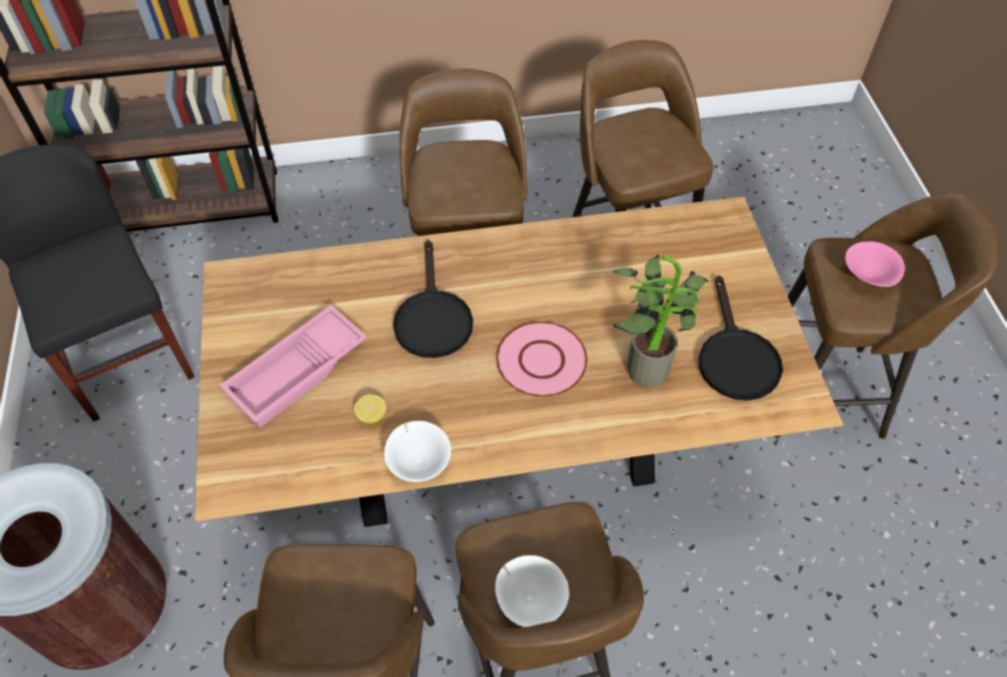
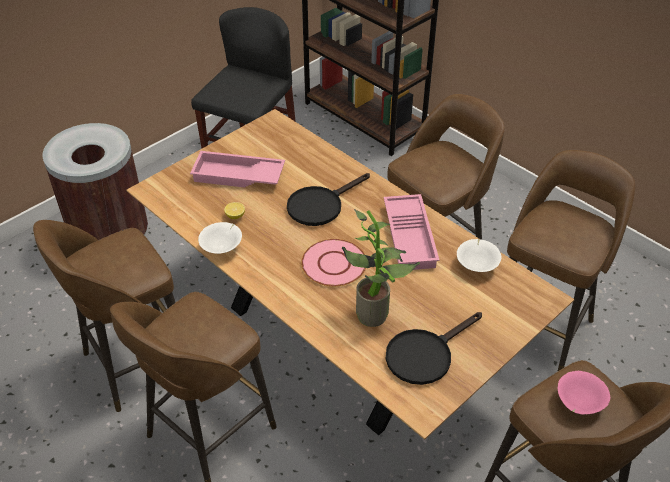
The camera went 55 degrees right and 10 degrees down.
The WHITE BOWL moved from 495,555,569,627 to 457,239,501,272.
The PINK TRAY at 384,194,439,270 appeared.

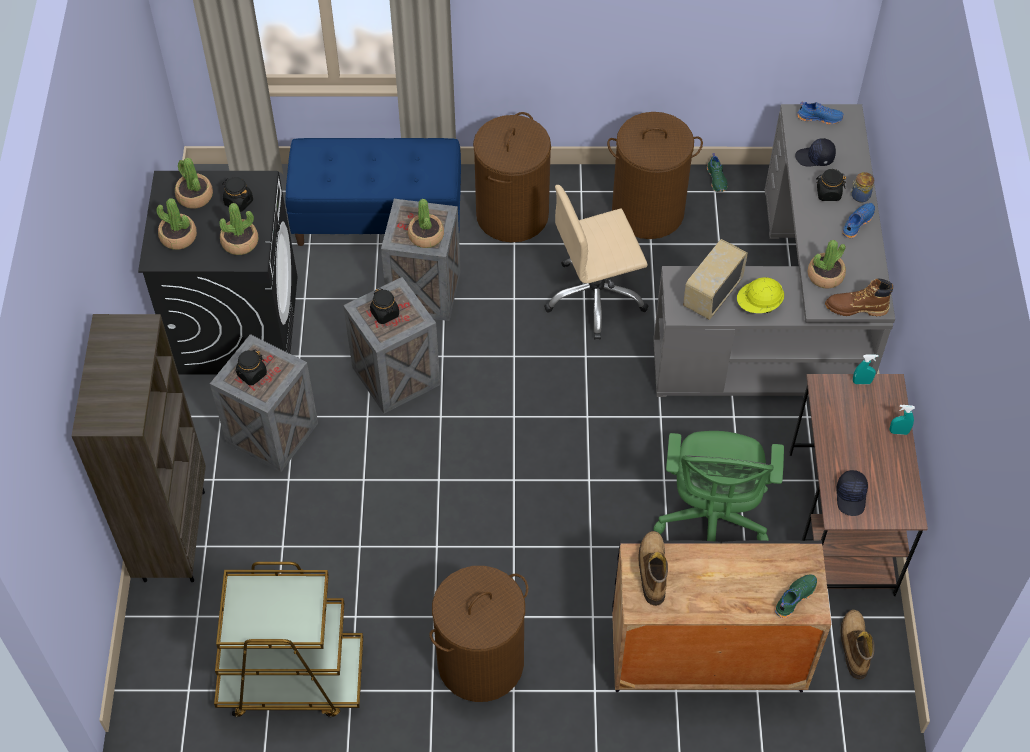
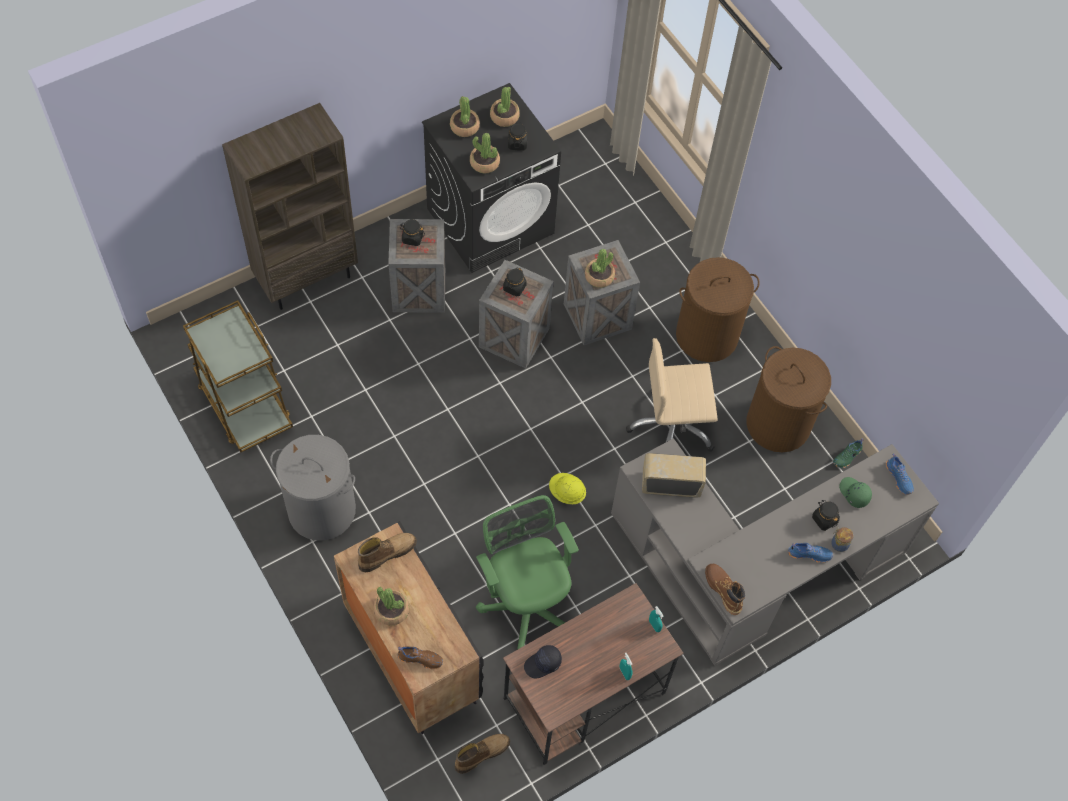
The camera went 55 degrees right and 5 degrees up.
The BLUE BENCH at 286,138,461,246 disappeared.
The BROWN LAUNDRY BASKET at 429,566,528,702 became the GREY LAUNDRY BASKET at 270,435,356,541.
The BEIGE OFFICE CHAIR at 544,185,648,340 turned 45 degrees counterclockwise.
The GREEN OFFICE CHAIR at 653,431,784,541 turned 90 degrees clockwise.
The YELLOW HARD HAT moved from 737,277,784,313 to 549,473,586,505.
The GREEN SHOE at 775,574,817,618 became the BROWN SHOE at 398,647,443,669.
The BLACK CAP at 795,138,836,166 became the GREEN CAP at 839,477,872,508.
The POTTED PLANT moved from 808,240,846,289 to 374,587,409,625.

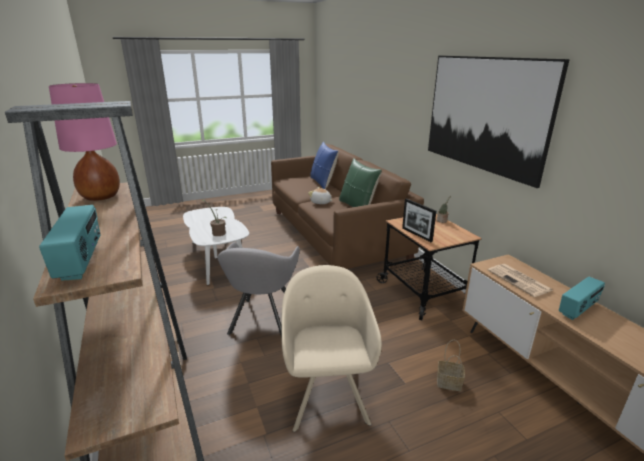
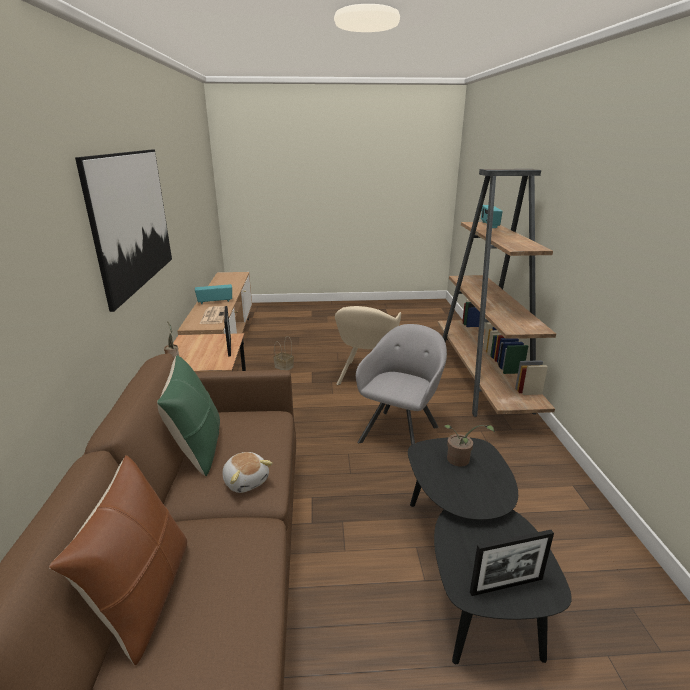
The camera went 160 degrees left and 0 degrees up.
The PINK TABLE LAMP at 49,83,120,201 disappeared.
The WHITE COFFEE TABLE at 183,207,249,285 became the BLACK COFFEE TABLE at 408,437,572,664.
The BLUE PILLOW at 310,142,339,189 became the BROWN PILLOW at 49,455,187,665.
The PICTURE FRAME at 470,530,554,596 appeared.

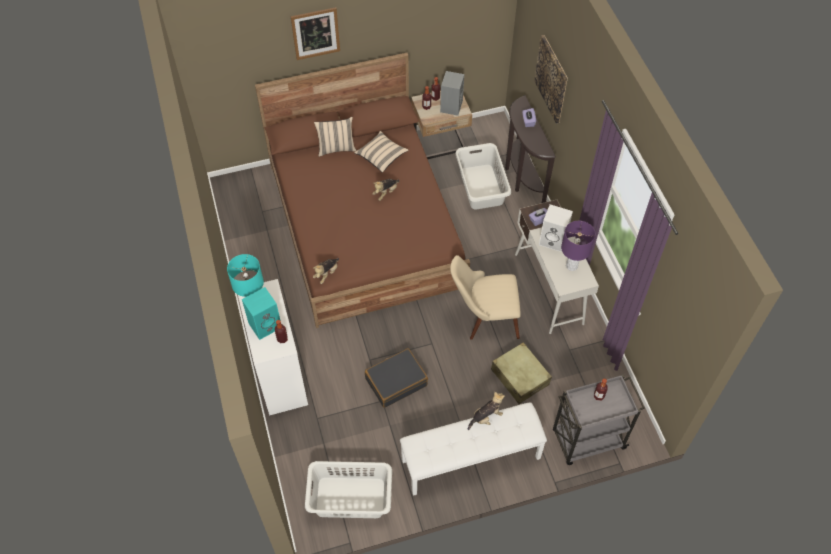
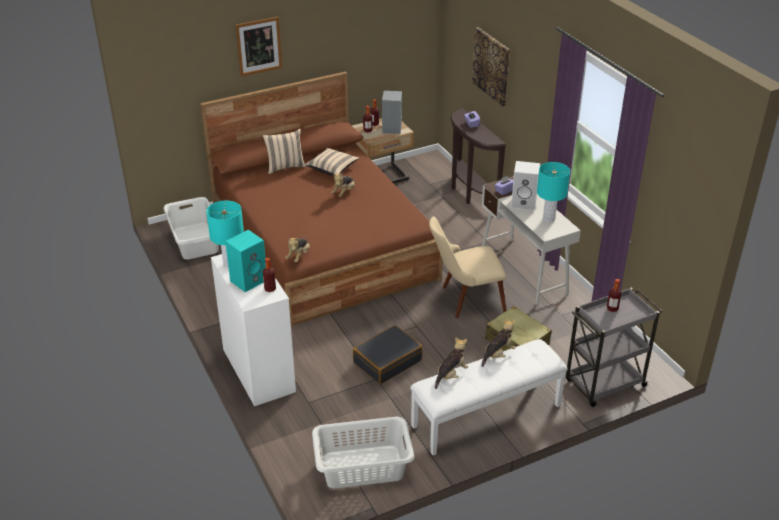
The camera went 10 degrees left and 20 degrees down.
The WHITE LAUNDRY BASKET moved from 455,143,511,209 to 164,197,219,260.
The PURPLE TABLE LAMP at 561,221,595,271 became the TURQUOISE TABLE LAMP at 537,162,570,223.
The PLUSH TOY at 435,337,468,389 appeared.

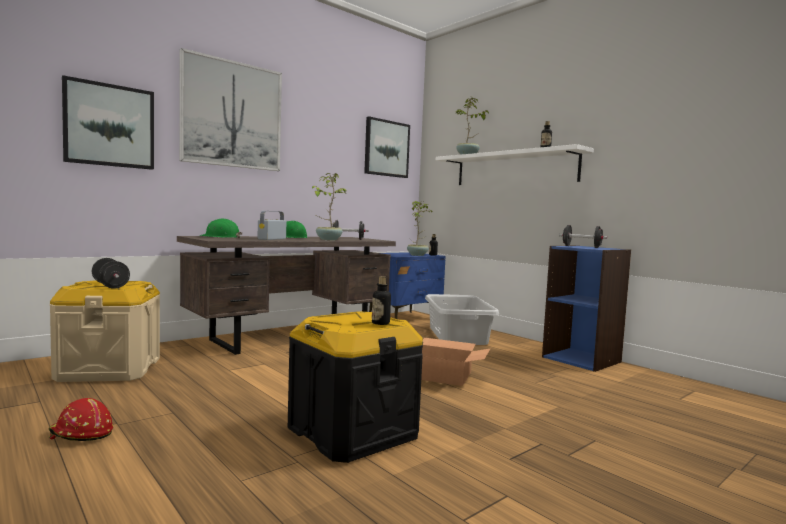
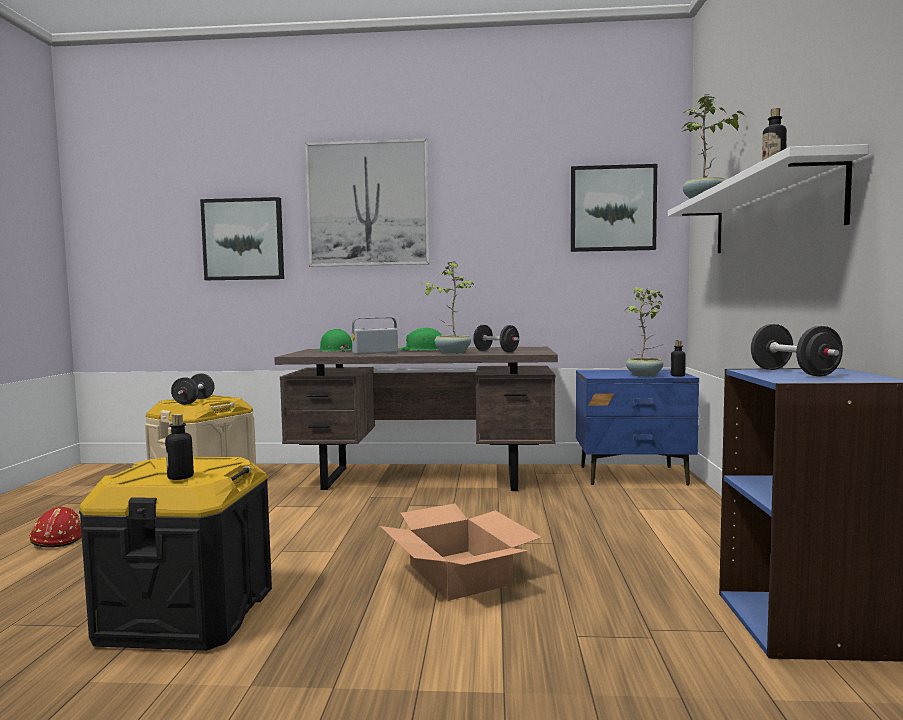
The camera went 45 degrees right and 0 degrees up.
The GREY LAUNDRY BASKET at 425,294,499,345 disappeared.

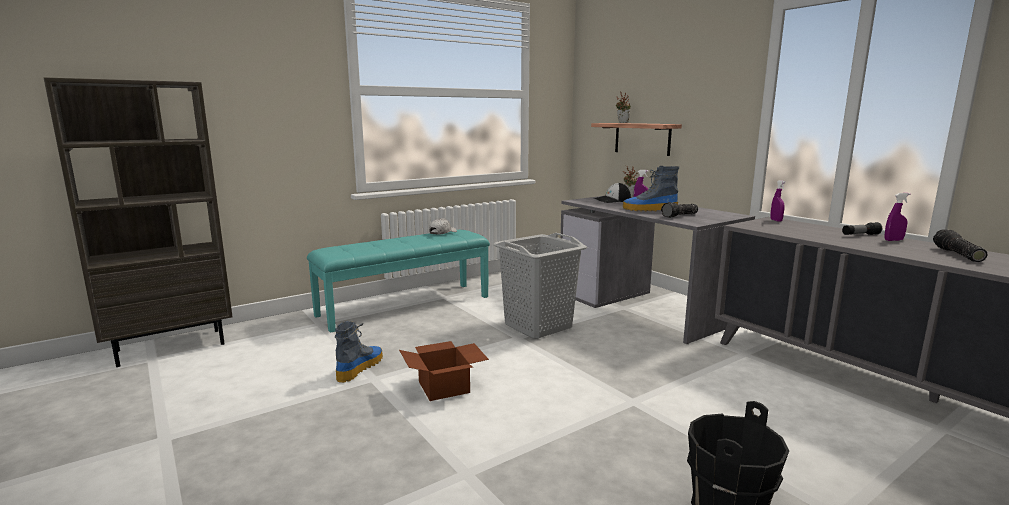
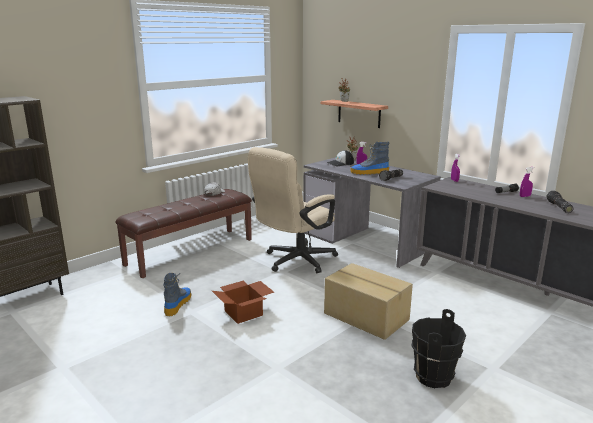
The camera went 10 degrees left and 5 degrees up.
The TURQUOISE BENCH at 307,230,490,333 became the BROWN BENCH at 116,189,252,278.
The GREY LAUNDRY BASKET at 493,233,587,339 was replaced by the BEIGE OFFICE CHAIR at 248,147,338,273.
The CARDBOARD BOX at 324,263,413,340 appeared.

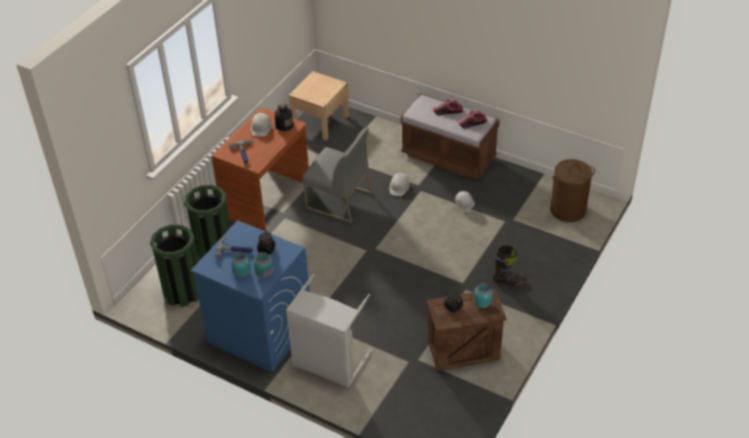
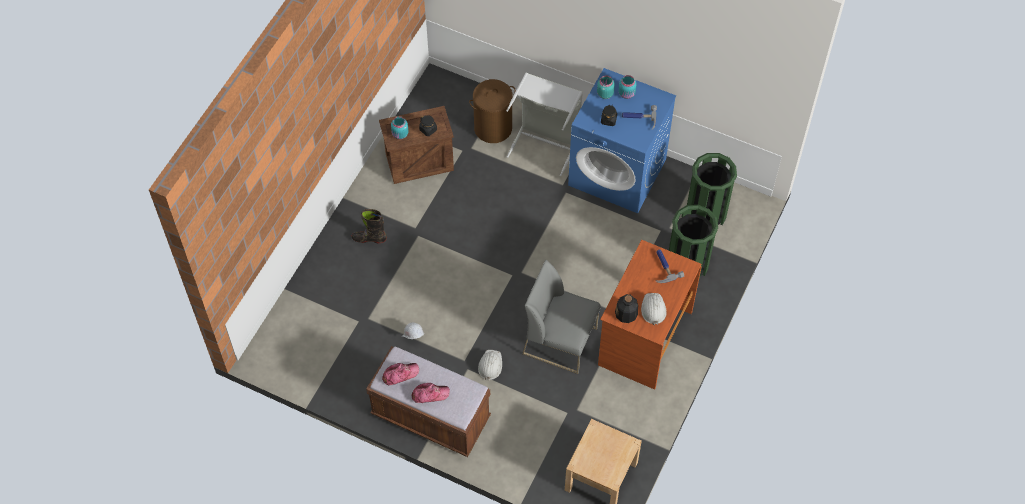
The camera went 175 degrees right and 15 degrees up.
The BROWN LAUNDRY BASKET moved from 550,159,595,222 to 469,79,516,143.

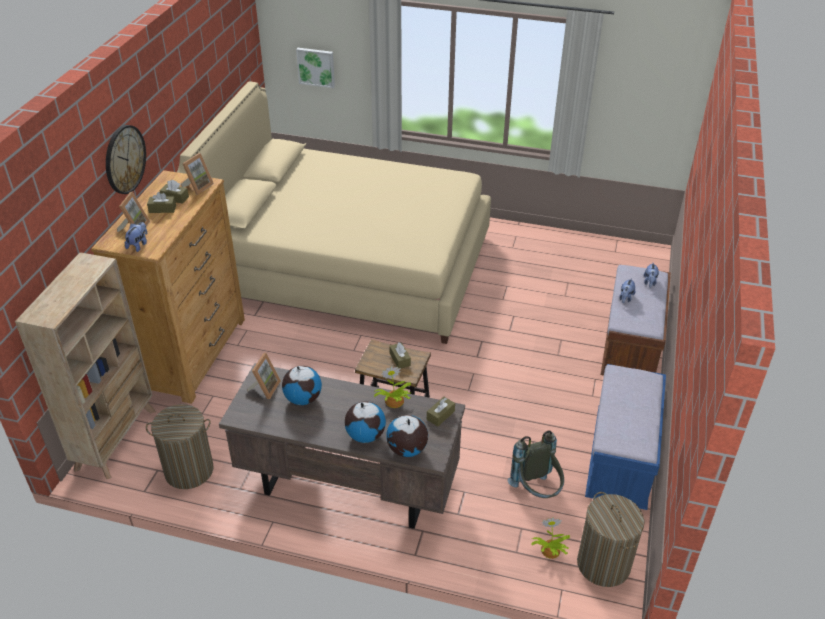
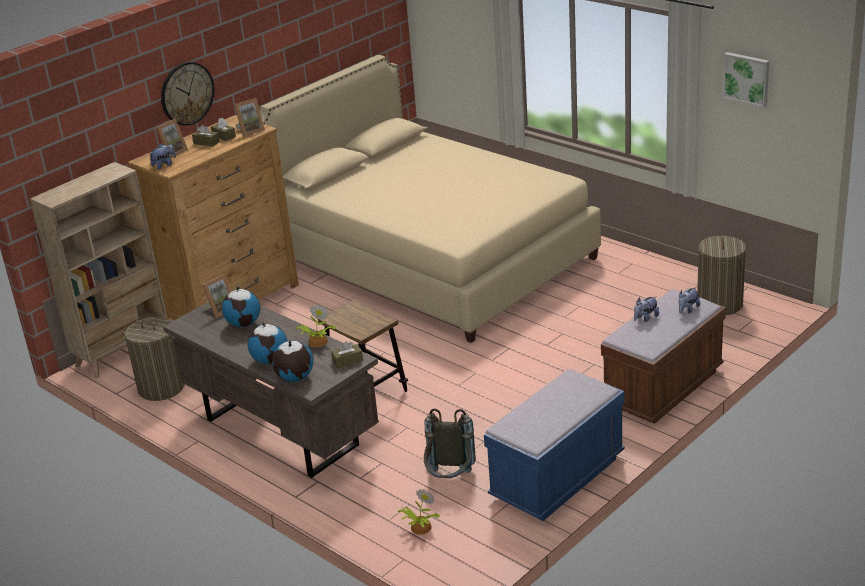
The camera went 30 degrees right and 10 degrees down.
The PICTURE moved from 296,48,335,88 to 723,52,769,107.
The BROWN TISSUE BOX at 389,342,411,369 disappeared.
The LAUNDRY BASKET moved from 577,492,645,587 to 697,235,746,315.

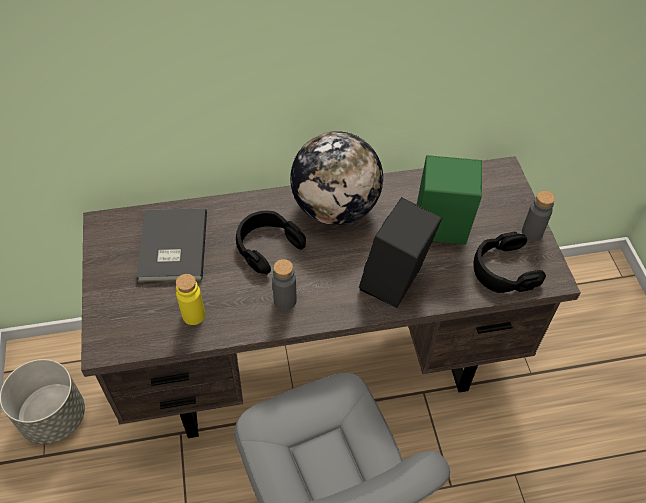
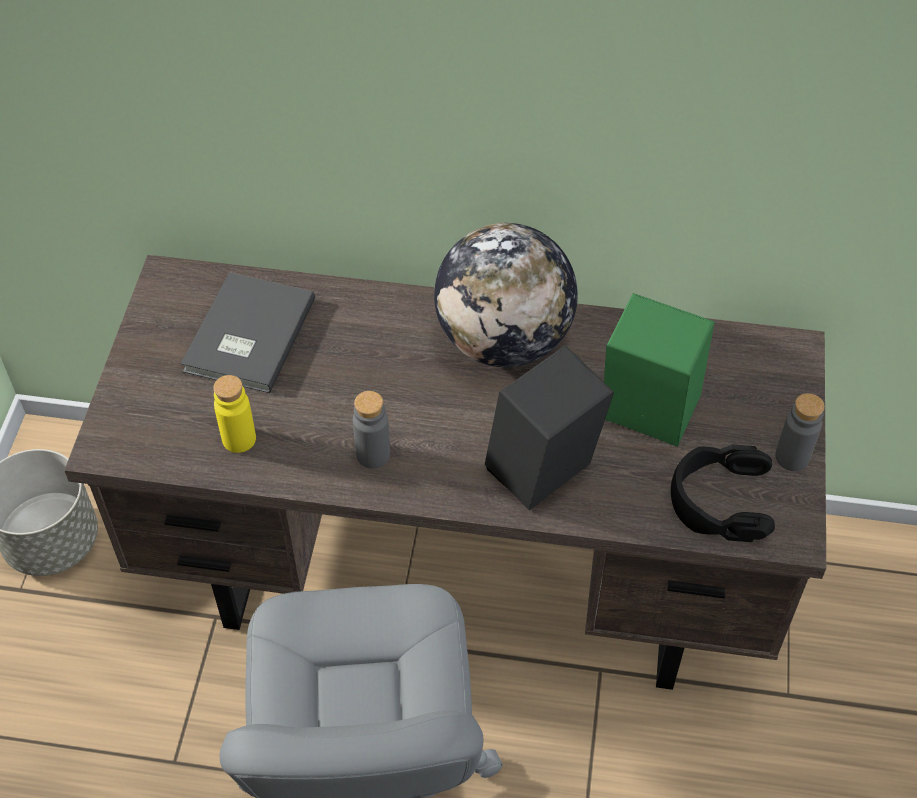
The camera went 20 degrees right and 0 degrees up.
The BLACK HEADPHONES at 236,211,306,274 disappeared.

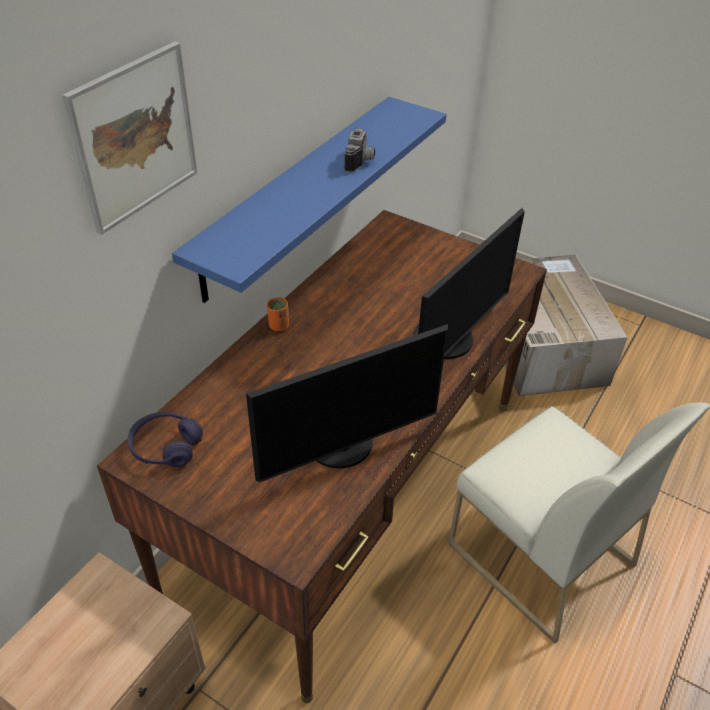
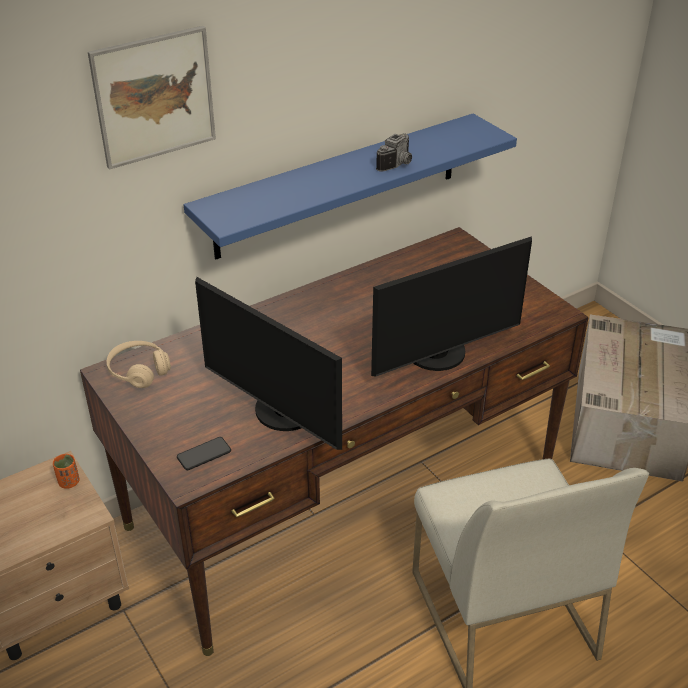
The camera went 25 degrees right and 5 degrees down.
The PURPLE HEADPHONES at 128,412,203,467 became the BEIGE HEADPHONES at 106,341,171,388.
The MONITOR at 246,324,448,482 turned 45 degrees clockwise.
The ORANGE CUP moved from 267,297,289,331 to 53,454,80,489.
The PHONE at 177,437,231,470 appeared.

